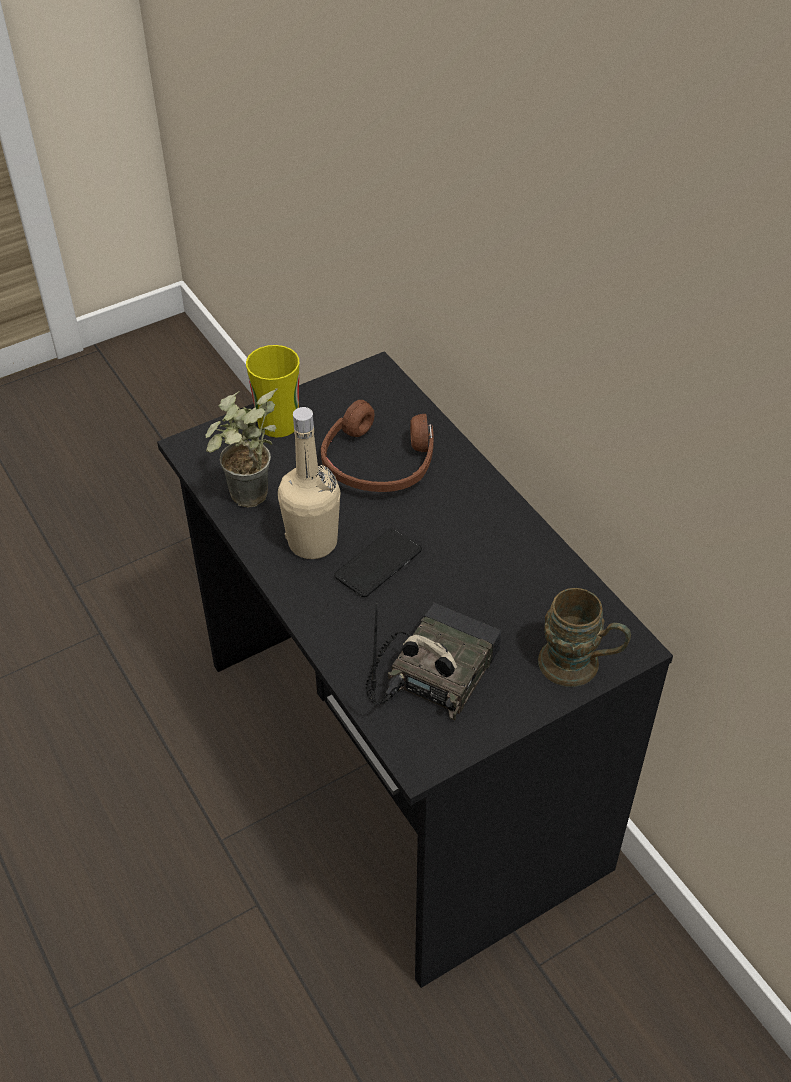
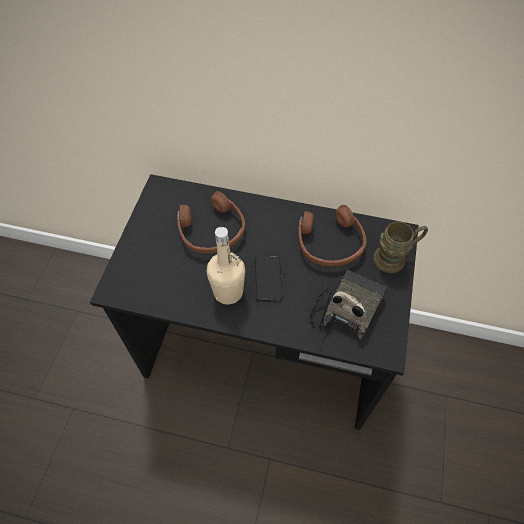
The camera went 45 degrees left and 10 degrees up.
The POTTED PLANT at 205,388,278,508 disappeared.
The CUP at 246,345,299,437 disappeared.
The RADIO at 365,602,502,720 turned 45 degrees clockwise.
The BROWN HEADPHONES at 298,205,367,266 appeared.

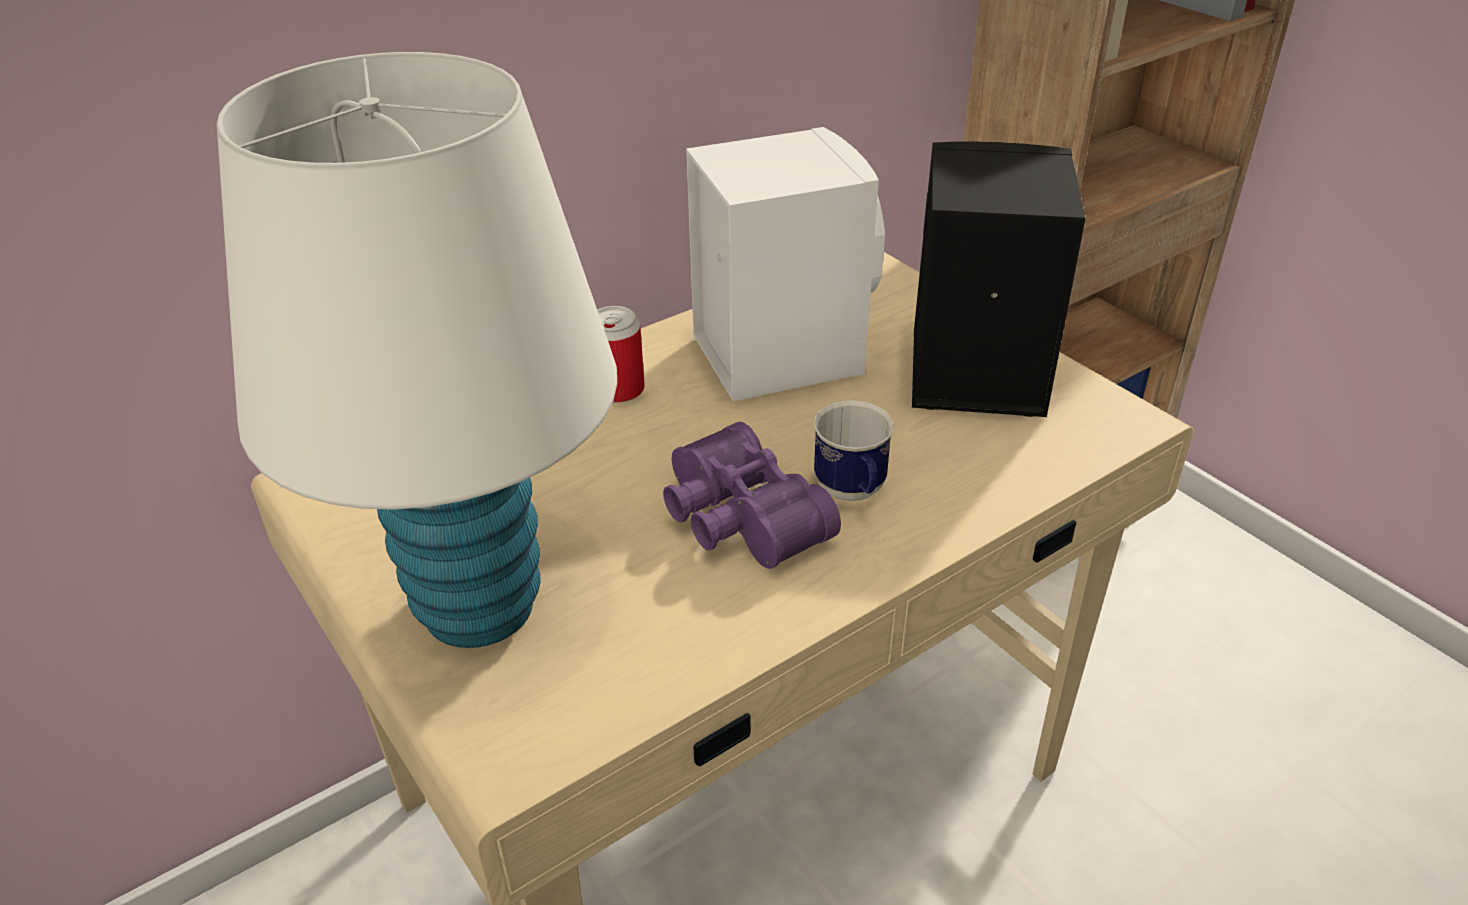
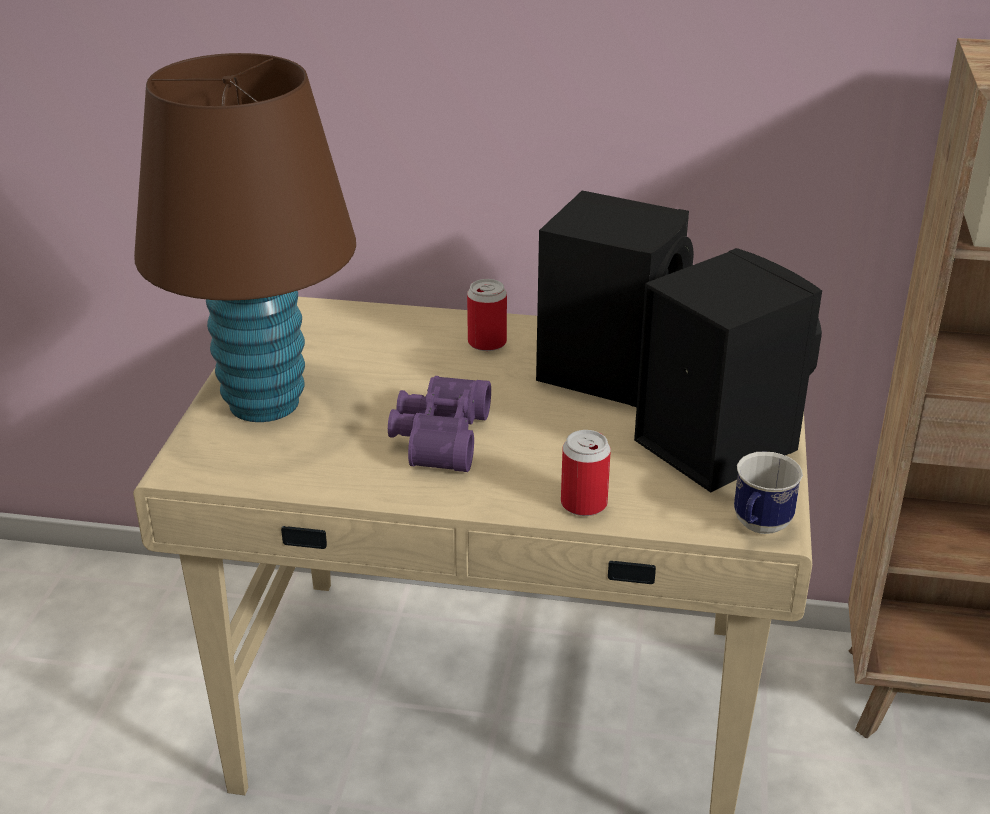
The camera went 45 degrees right and 5 degrees down.
The WHITE TABLE LAMP at 217,52,617,648 became the BROWN TABLE LAMP at 134,53,356,422.
The WHITE SPEAKER at 686,127,885,401 became the BLACK SPEAKER at 536,191,694,407.
The MUG moved from 814,400,894,501 to 734,452,803,534.
The CAN at 561,430,611,516 appeared.

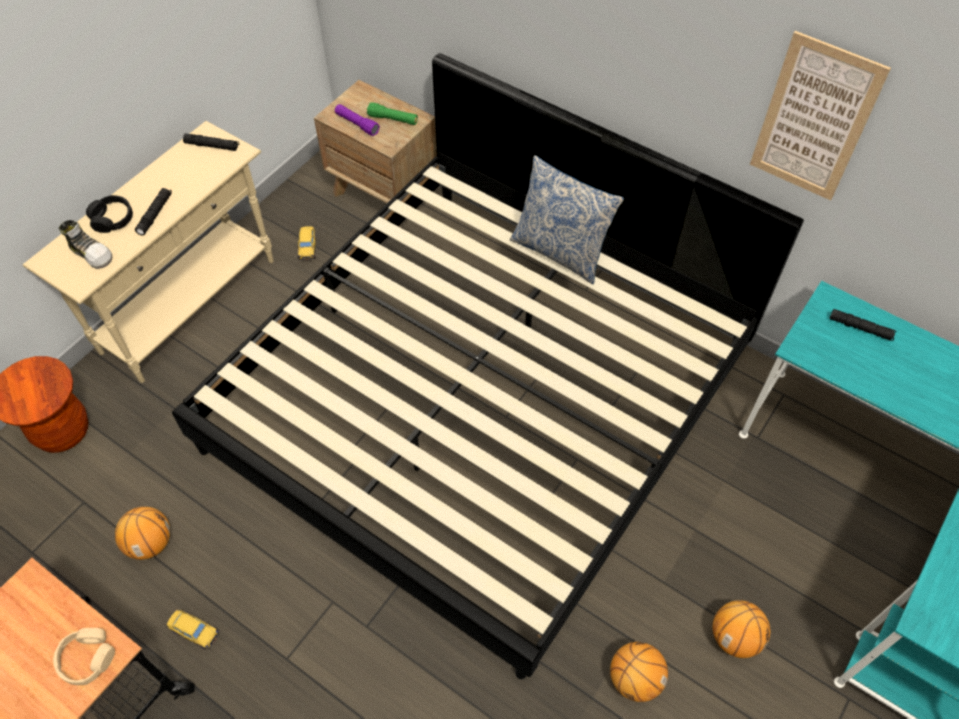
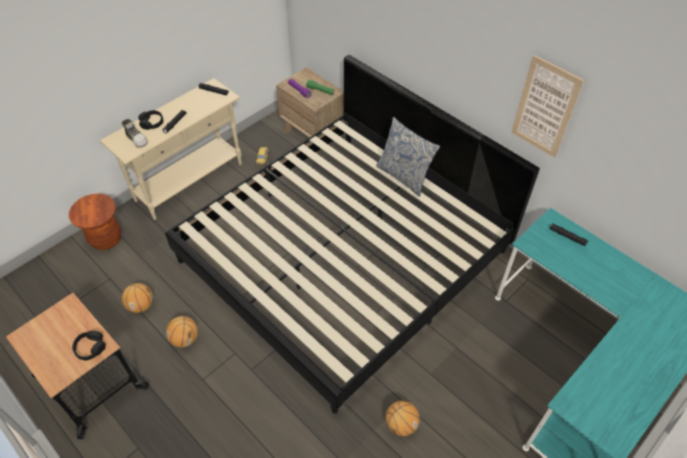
The camera went 10 degrees right and 5 degrees down.
The BEIGE HEADPHONES at 53,628,115,685 became the BLACK HEADPHONES at 72,331,106,360.
The TOY CAR at 166,610,219,649 disappeared.
The BASKETBALL moved from 713,600,770,658 to 166,316,198,347.

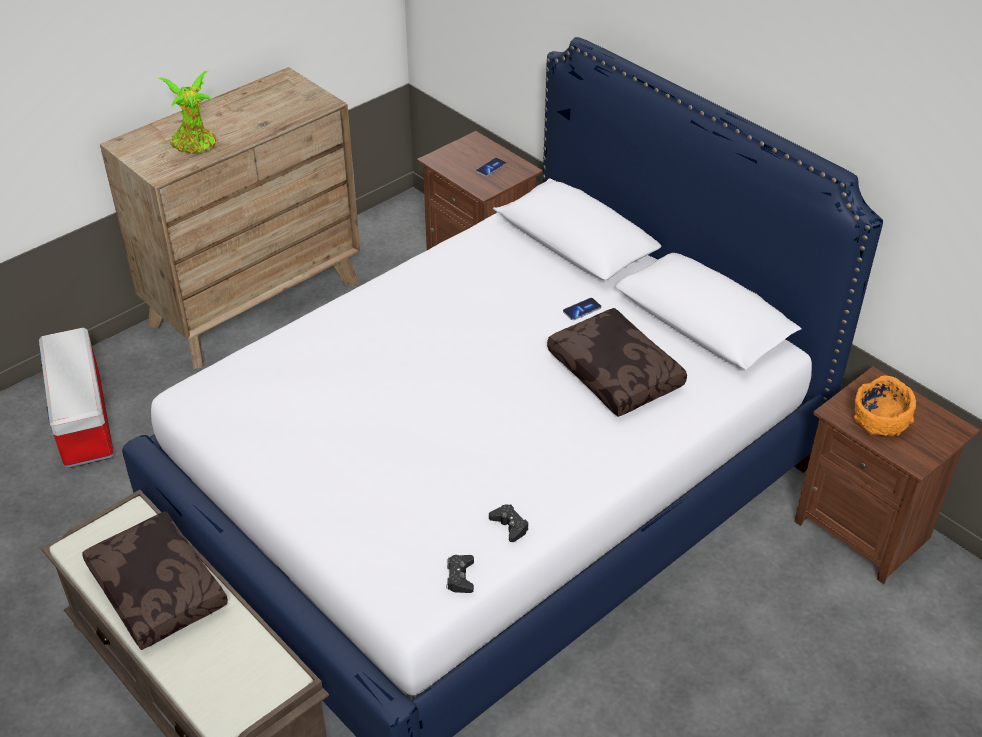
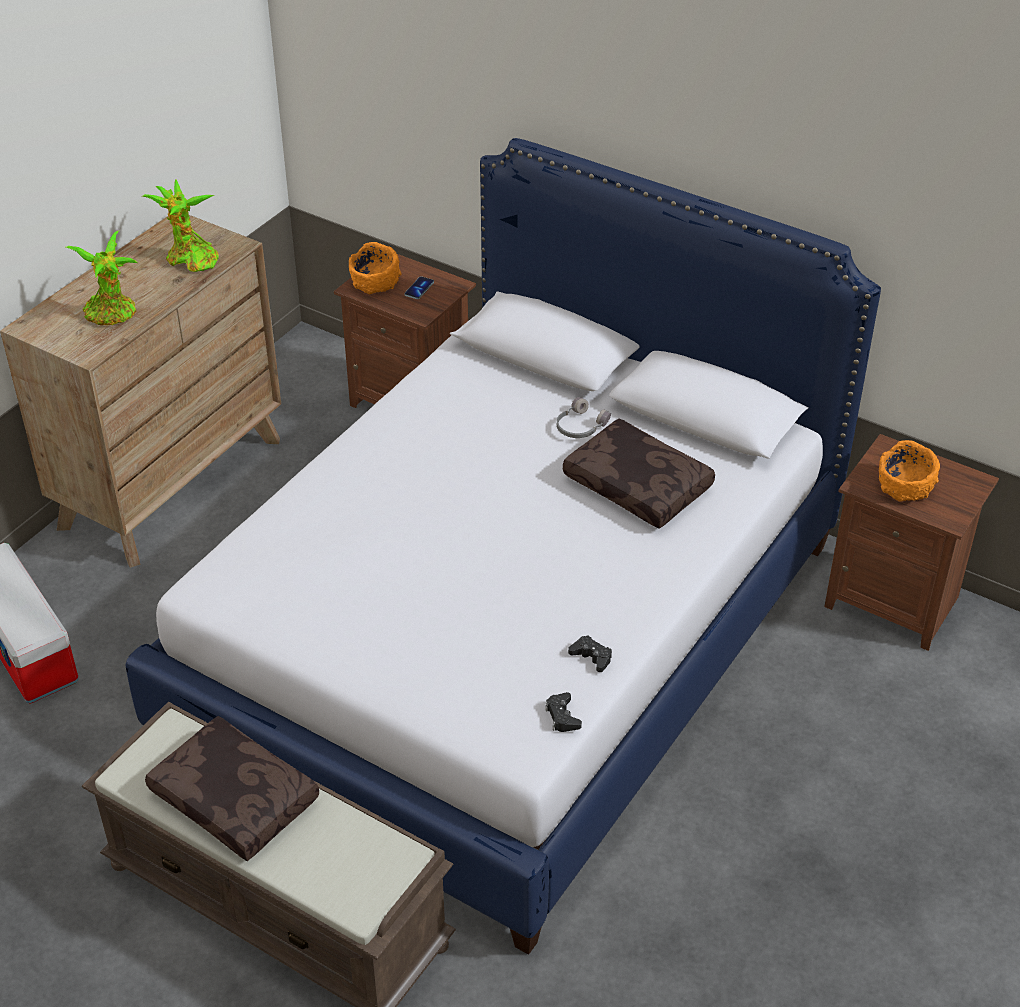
The camera went 15 degrees left and 0 degrees up.
The PHONE at 563,298,601,320 was replaced by the GREY HEADPHONES at 557,397,611,438.
The POTTED PLANT at 142,179,219,272 appeared.
The ORANGE BOWL at 349,242,402,294 appeared.

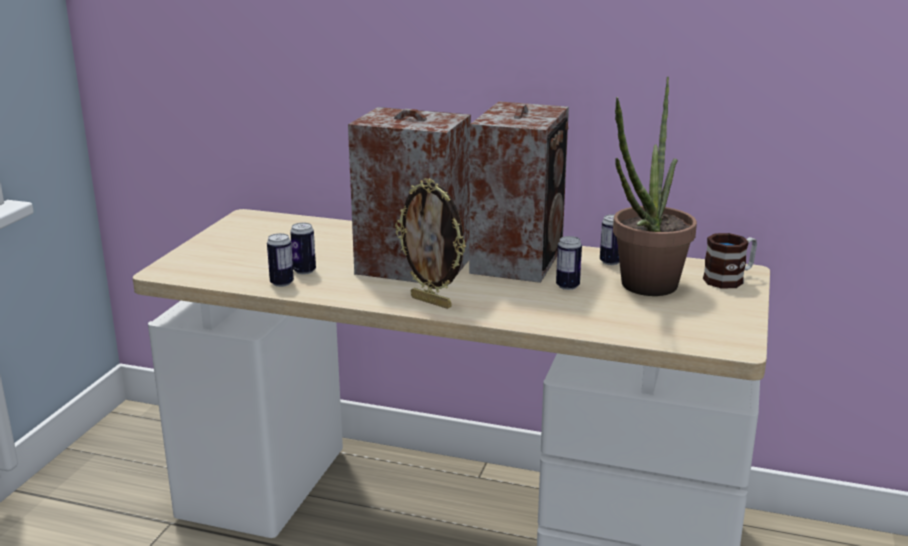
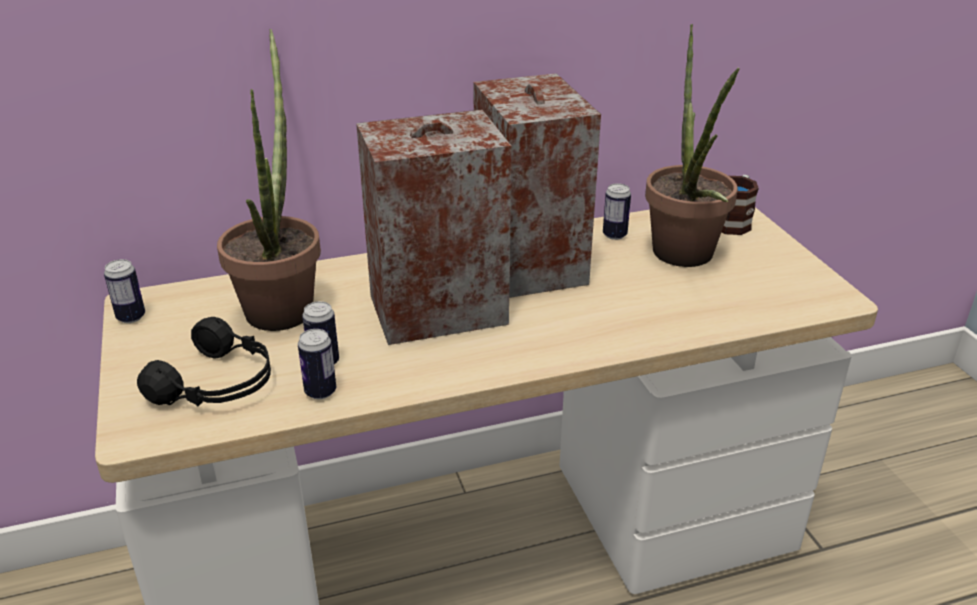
The camera went 35 degrees left and 10 degrees up.
The PICTURE FRAME at 395,178,466,309 disappeared.
The CAN moved from 556,236,582,290 to 104,259,145,323.
The BLACK HEADPHONES at 137,317,271,406 appeared.
The POTTED PLANT at 217,29,321,331 appeared.

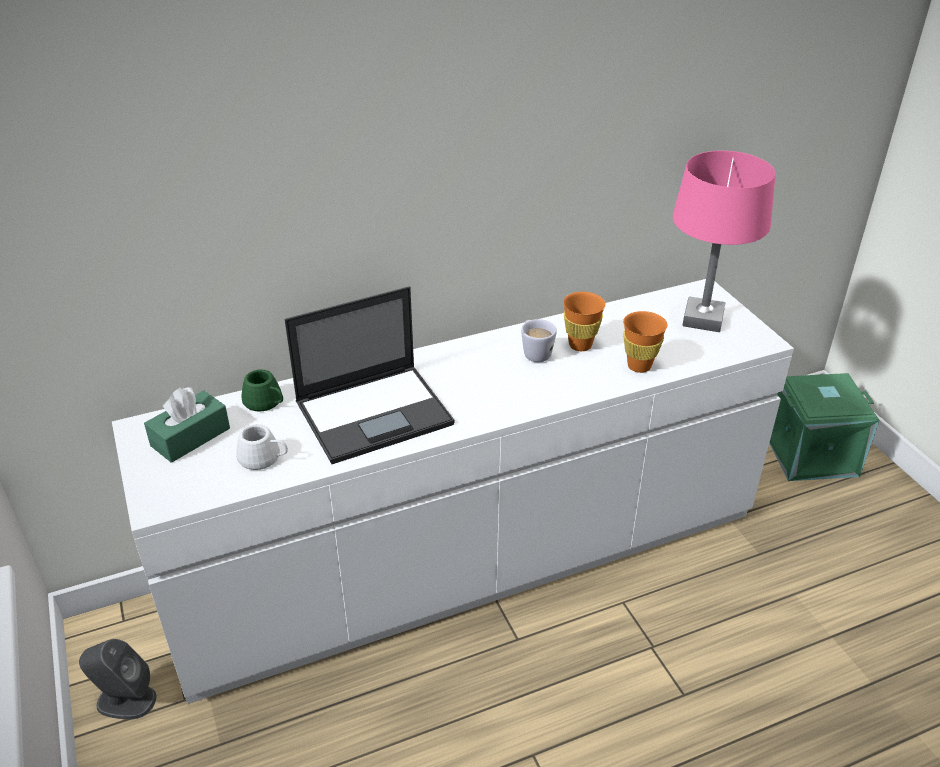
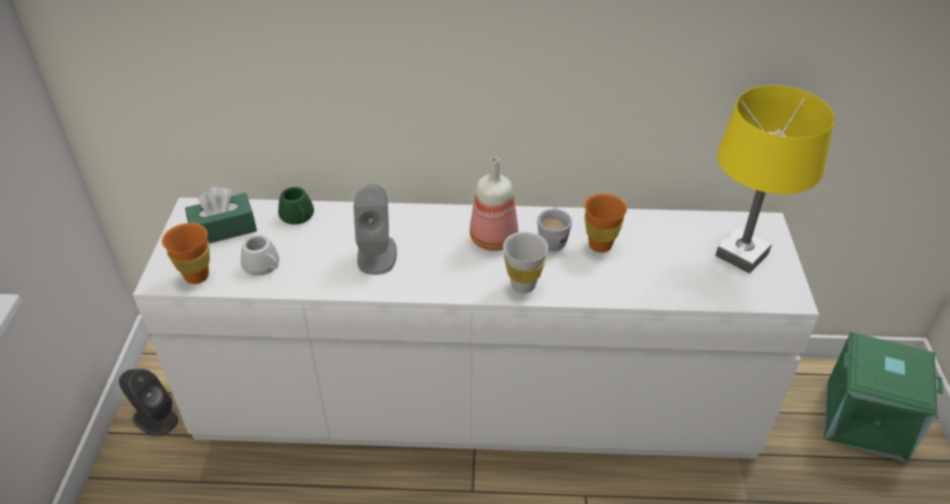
The camera went 25 degrees right and 5 degrees up.
The LAPTOP at 285,286,455,464 was replaced by the GREY SPEAKER at 354,184,397,275.
The ORANGE CUP moved from 623,311,668,373 to 162,223,210,284.
The PINK TABLE LAMP at 673,151,776,332 became the YELLOW TABLE LAMP at 716,85,835,274.
The BOTTLE at 470,157,518,251 appeared.
The WHITE CUP at 503,232,548,293 appeared.

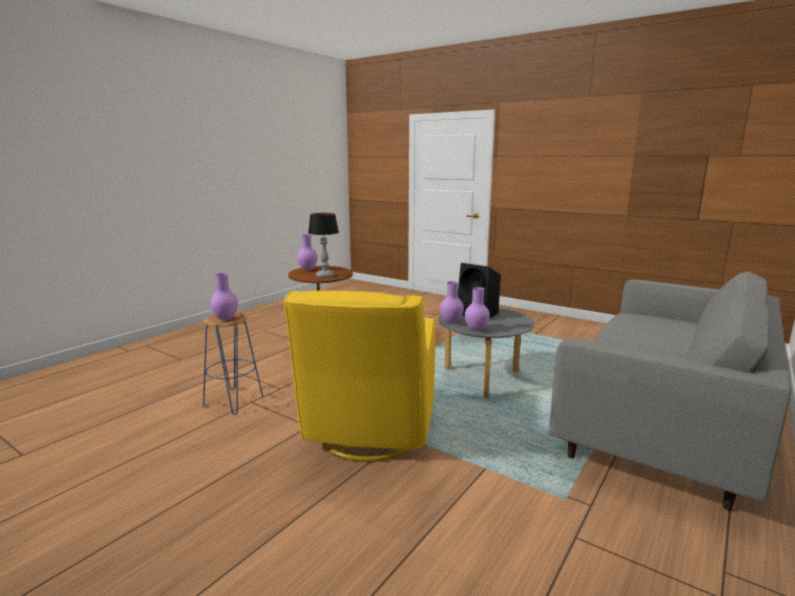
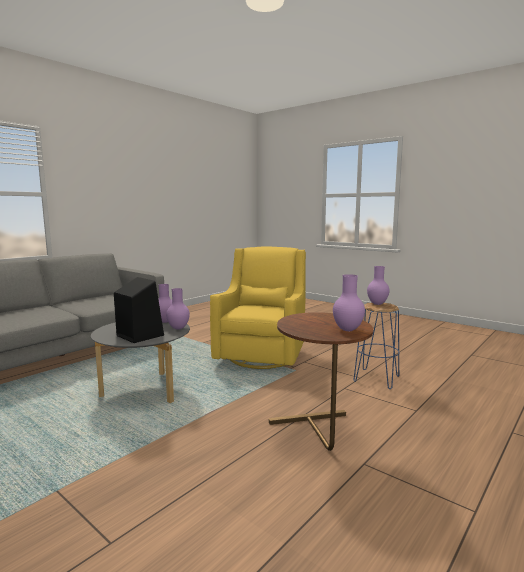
The camera went 175 degrees left and 5 degrees down.
The TABLE LAMP at 308,213,339,278 disappeared.

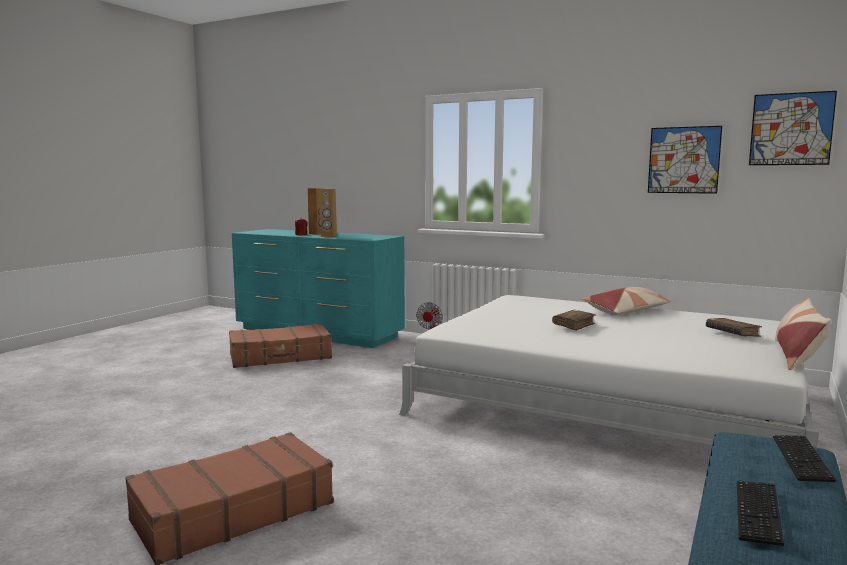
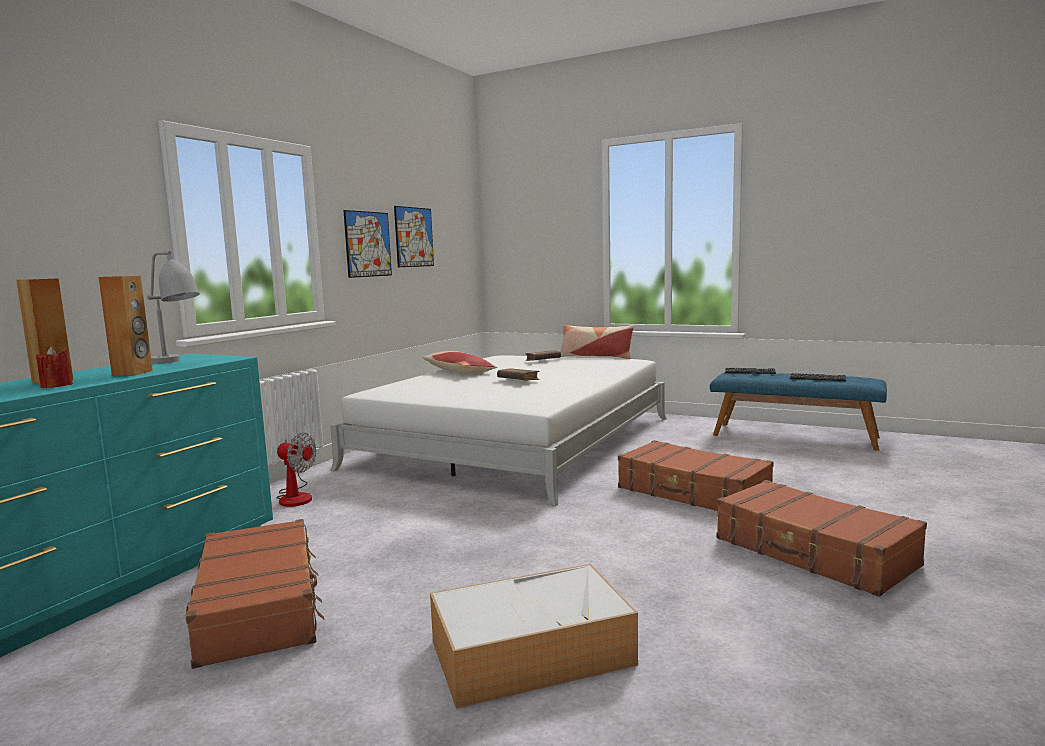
The camera went 90 degrees left and 0 degrees up.
The PICTURE moved from 749,91,837,165 to 343,210,392,278.
The GREY TABLE LAMP at 147,251,200,364 appeared.
The STORAGE BOX at 430,564,638,709 appeared.
The BROWN SUITCASE at 618,440,774,511 appeared.

